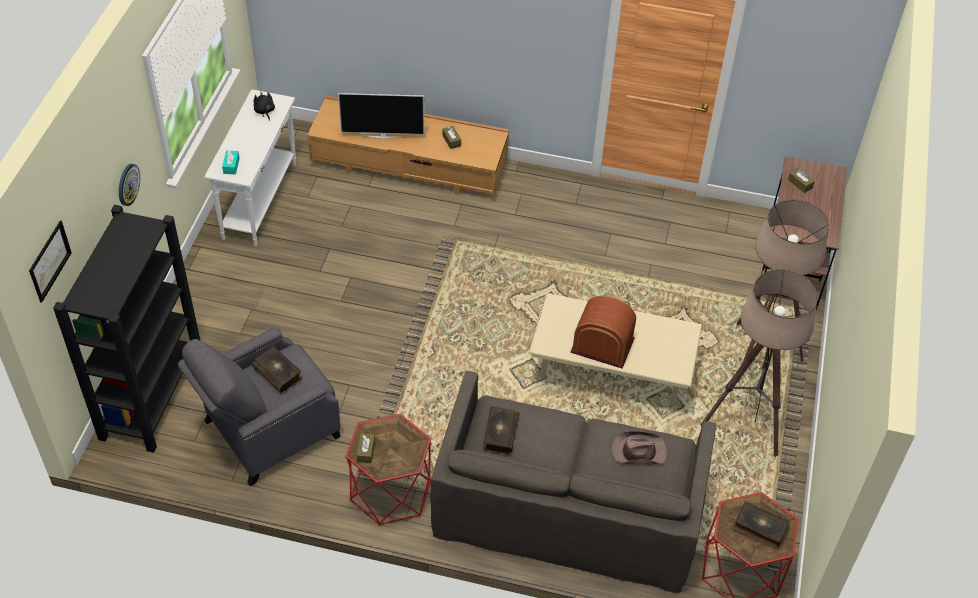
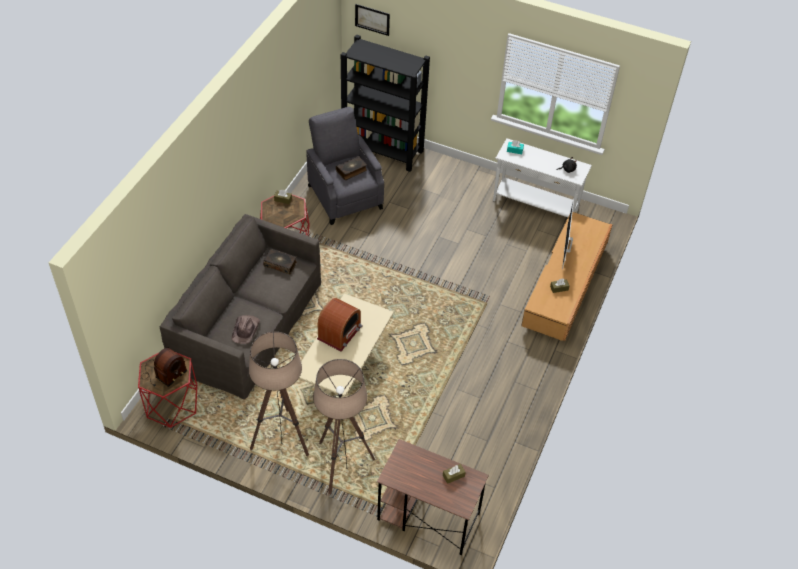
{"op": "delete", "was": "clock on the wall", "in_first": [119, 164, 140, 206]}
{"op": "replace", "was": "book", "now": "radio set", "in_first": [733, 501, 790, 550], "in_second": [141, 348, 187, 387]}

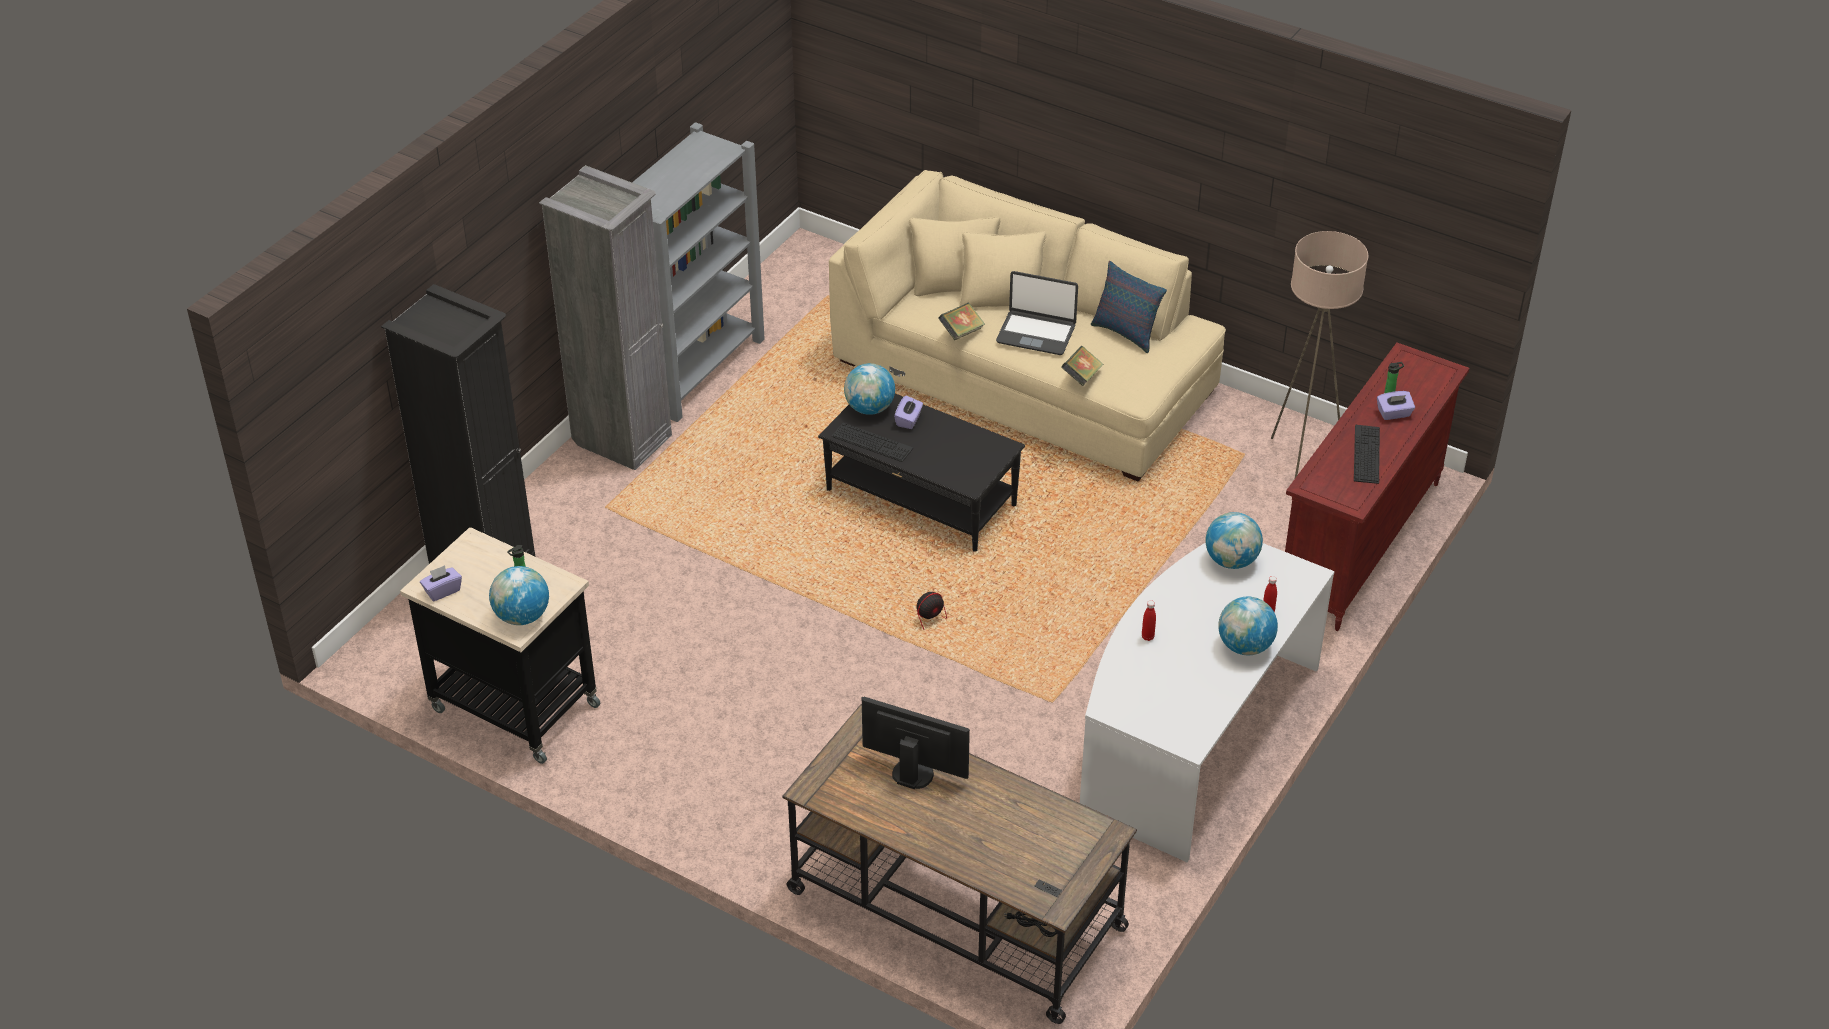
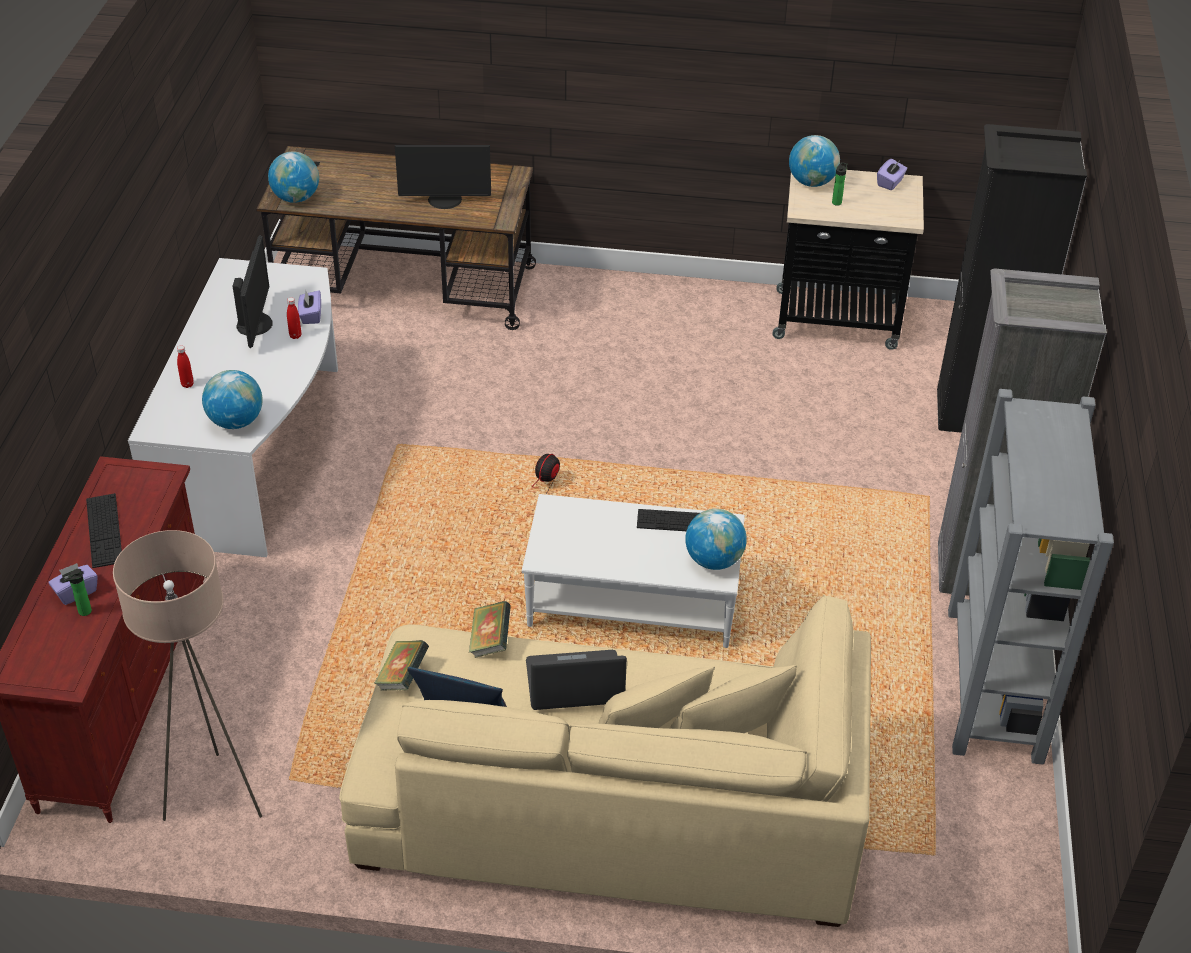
{"op": "insert", "now": "monitor", "in_second": [233, 235, 273, 348]}
{"op": "move", "was": "purple-coloured tissue box", "in_first": [894, 396, 923, 429], "in_second": [298, 290, 321, 324]}
{"op": "move", "was": "book", "in_first": [938, 303, 985, 340], "in_second": [374, 640, 429, 691]}
{"op": "move", "was": "world globe", "in_first": [1218, 597, 1278, 655], "in_second": [268, 151, 319, 203]}
{"op": "recolor", "was": "black-coloured low table", "now": "whitish low table", "in_first": [818, 393, 1025, 552], "in_second": [522, 494, 745, 648]}

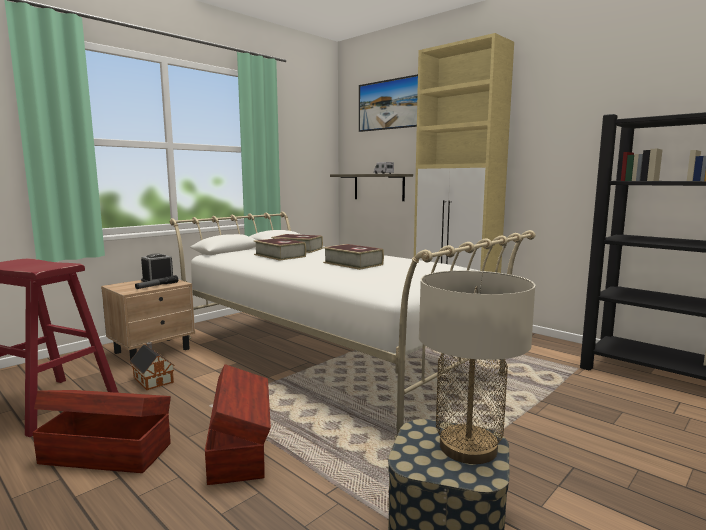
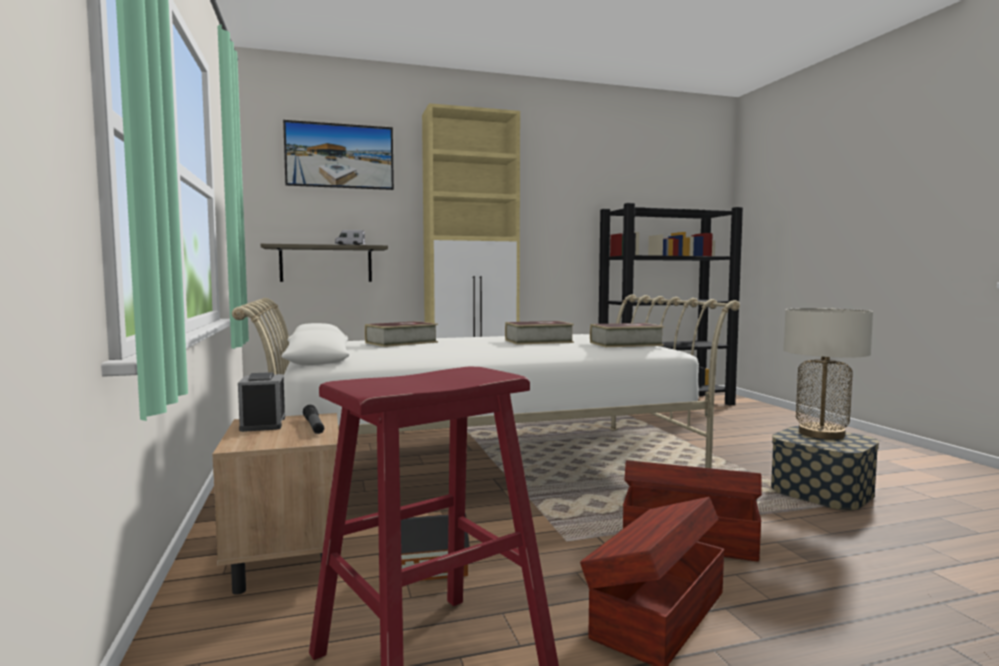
{"op": "move", "was": "book", "in_first": [254, 238, 306, 261], "in_second": [590, 323, 664, 347]}

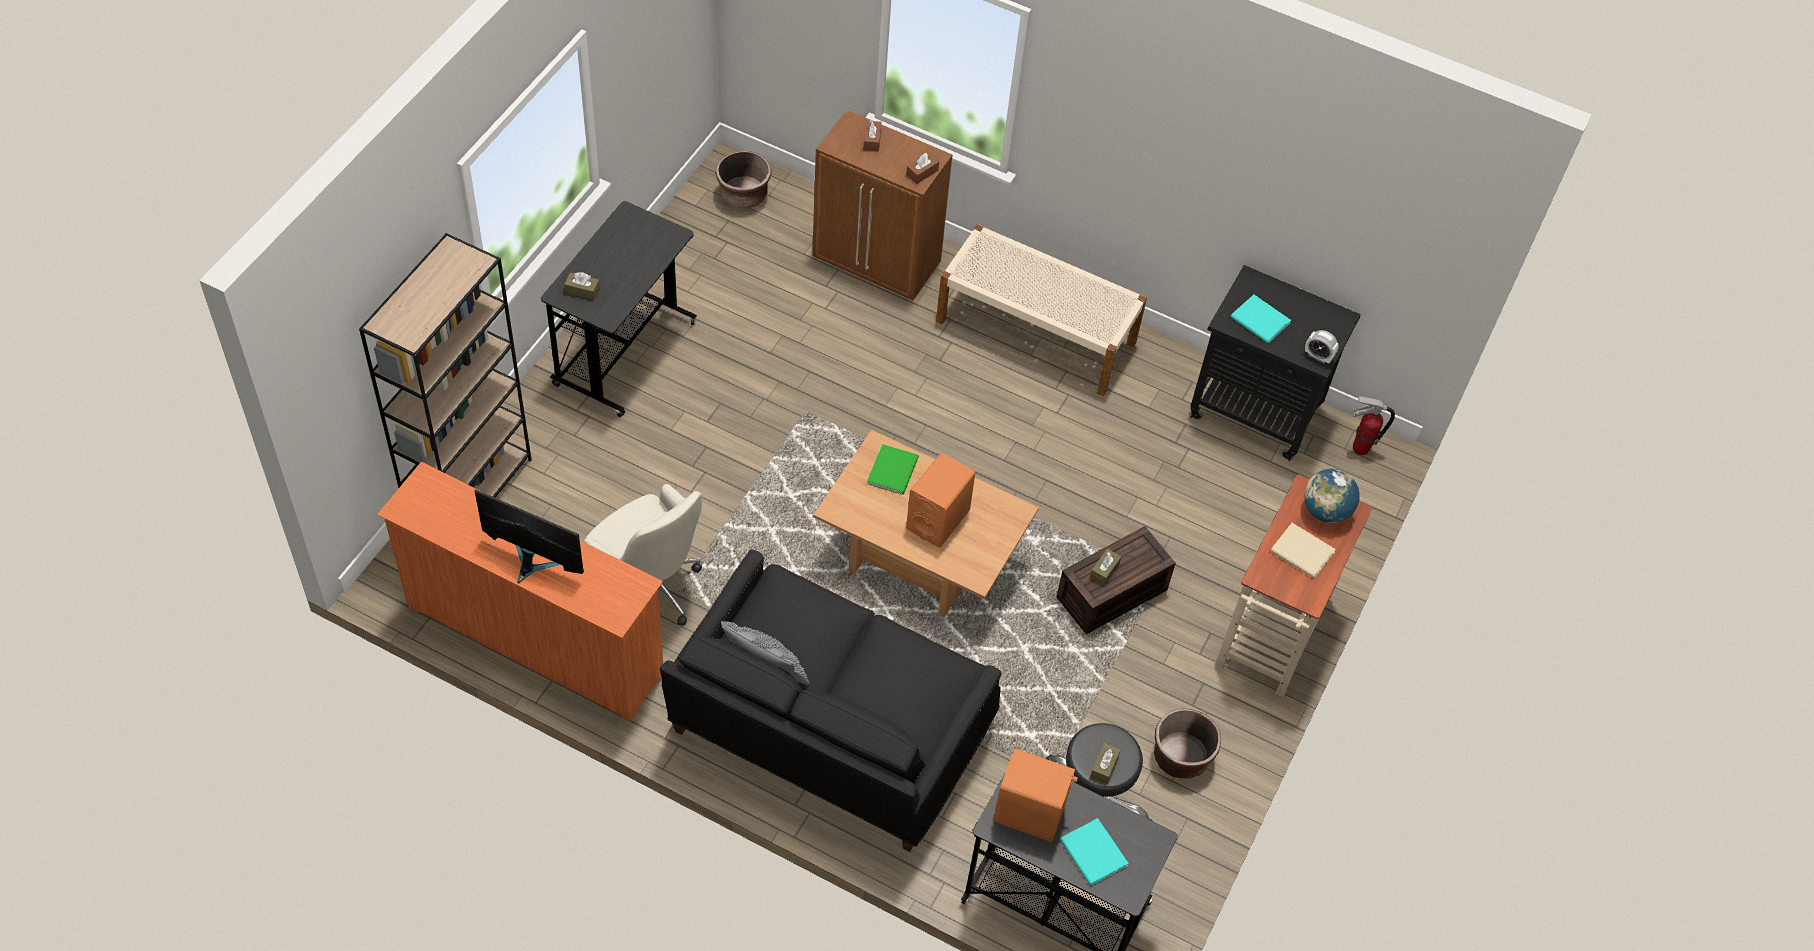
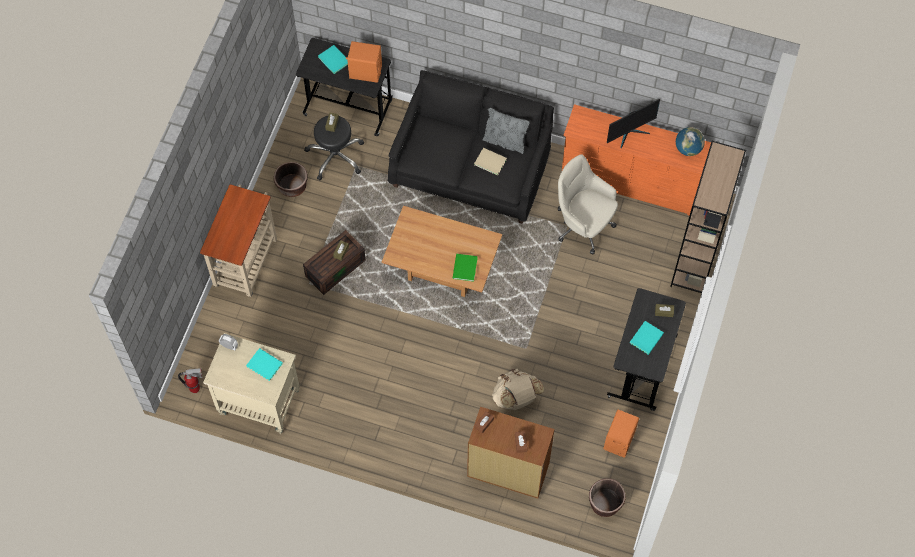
{"op": "delete", "was": "sand-coloured long seat", "in_first": [936, 224, 1147, 397]}
{"op": "insert", "now": "sand-coloured backpack", "in_second": [492, 369, 544, 410]}
{"op": "insert", "now": "turquoise book", "in_second": [630, 321, 664, 355]}
{"op": "move", "was": "orange-coloured audio speaker", "in_first": [906, 453, 975, 548], "in_second": [603, 410, 639, 458]}
{"op": "move", "was": "sand-coloured book", "in_first": [1270, 523, 1336, 579], "in_second": [474, 148, 507, 175]}
{"op": "move", "was": "world globe", "in_first": [1304, 469, 1360, 523], "in_second": [676, 127, 705, 156]}
{"op": "recolor", "was": "black-coloured cart", "now": "sand-coloured cart", "in_first": [1190, 265, 1361, 461], "in_second": [203, 333, 300, 434]}
{"op": "rotate", "was": "monitor", "in_first": [475, 489, 584, 584], "in_second": [607, 99, 660, 149], "clockwise": -45}

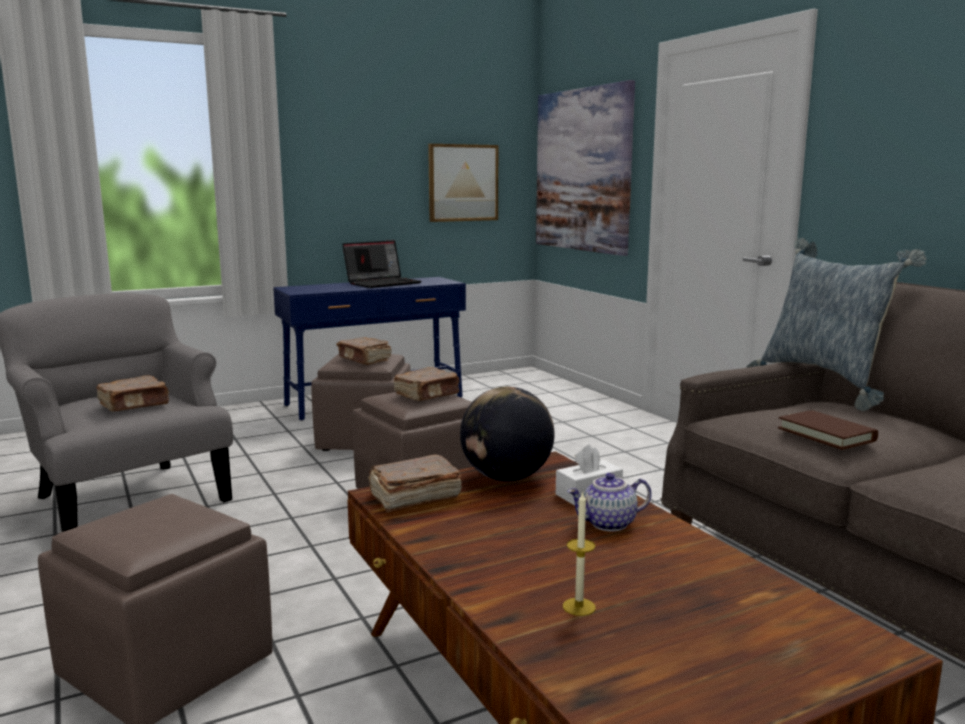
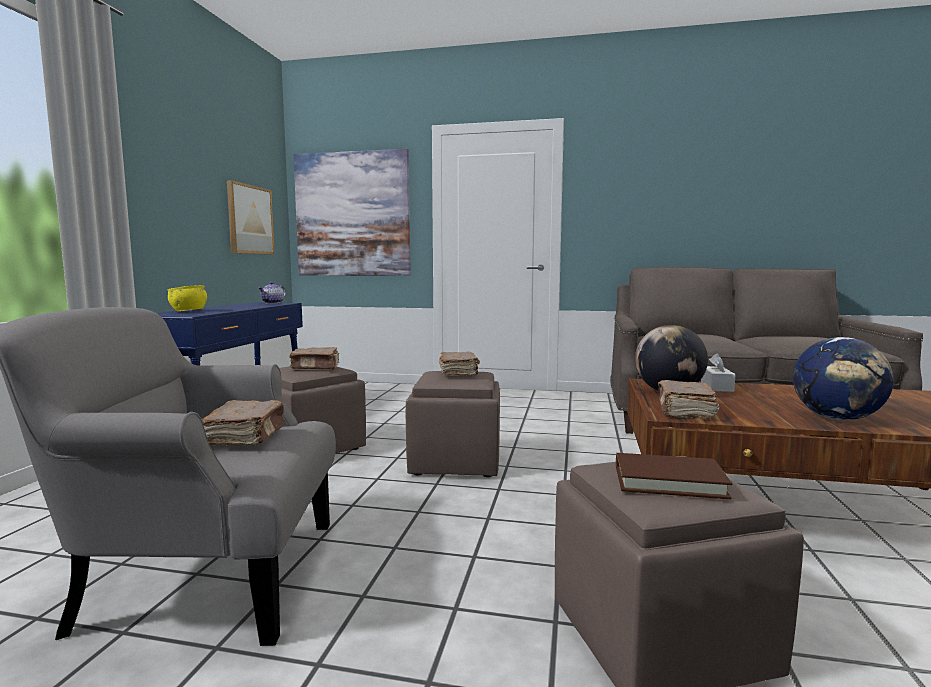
{"op": "delete", "was": "laptop", "in_first": [342, 240, 422, 288]}
{"op": "delete", "was": "candle", "in_first": [563, 491, 596, 616]}
{"op": "delete", "was": "cushion", "in_first": [746, 237, 926, 411]}
{"op": "insert", "now": "yellow-coloured deep dish", "in_second": [168, 285, 207, 311]}
{"op": "insert", "now": "world globe", "in_second": [793, 337, 894, 420]}
{"op": "move", "was": "teapot", "in_first": [567, 473, 652, 532], "in_second": [259, 282, 286, 304]}
{"op": "move", "was": "brown book", "in_first": [778, 410, 878, 450], "in_second": [616, 453, 733, 499]}

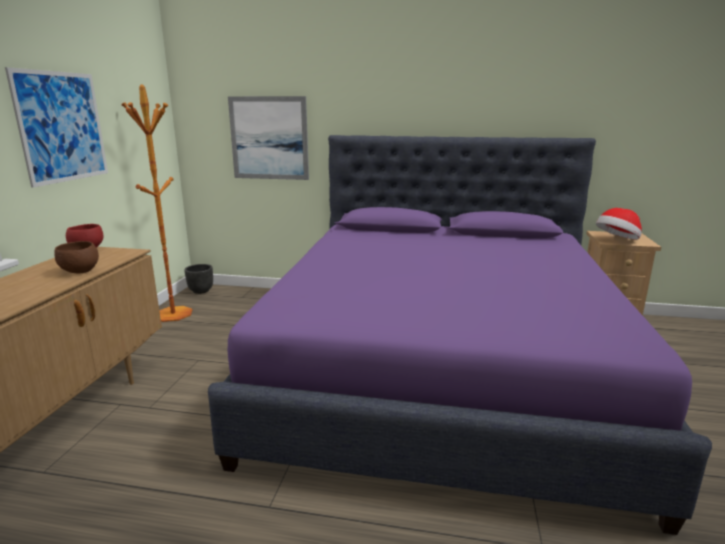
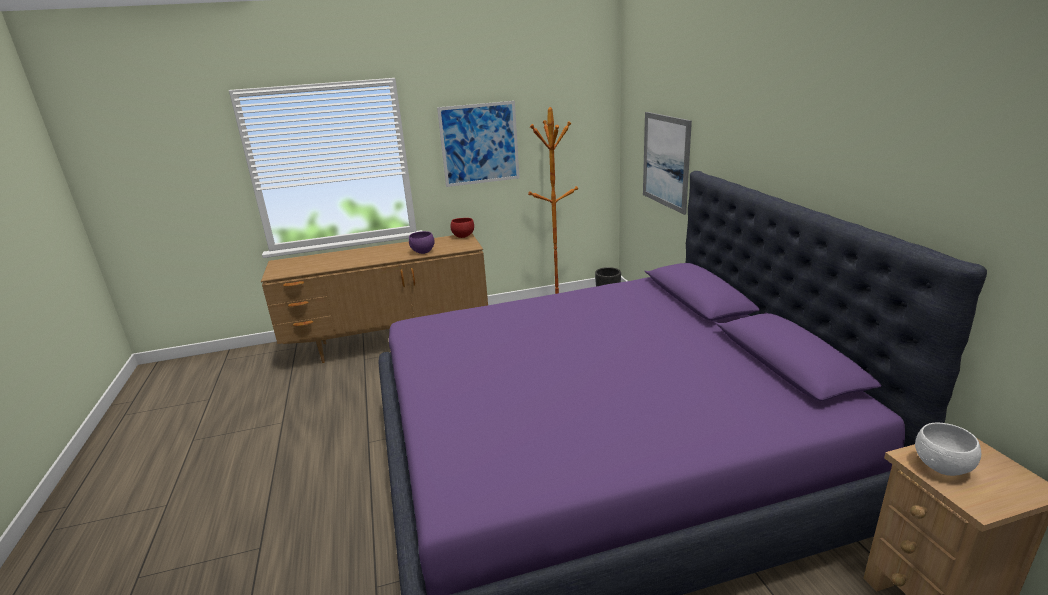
{"op": "replace", "was": "clothing hat", "now": "whitish deep dish", "in_first": [596, 208, 642, 240], "in_second": [915, 423, 981, 476]}
{"op": "recolor", "was": "brown deep dish", "now": "purple-coloured deep dish", "in_first": [54, 241, 99, 273], "in_second": [409, 231, 435, 254]}

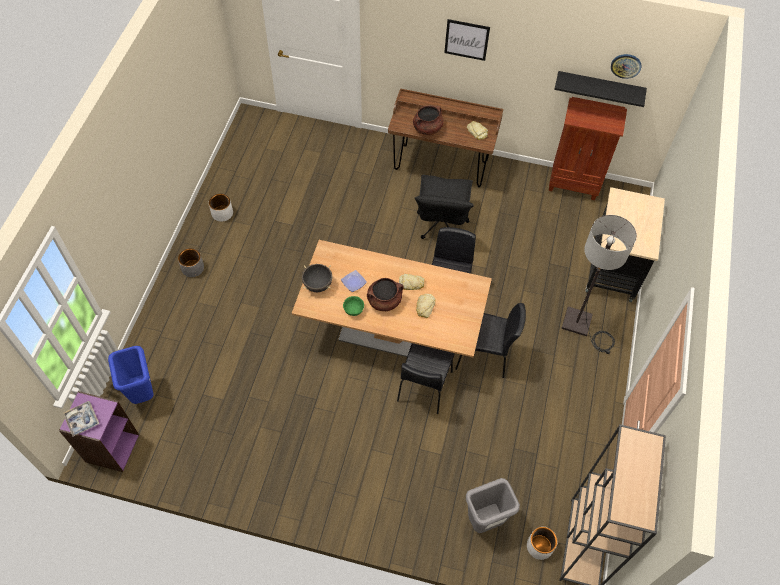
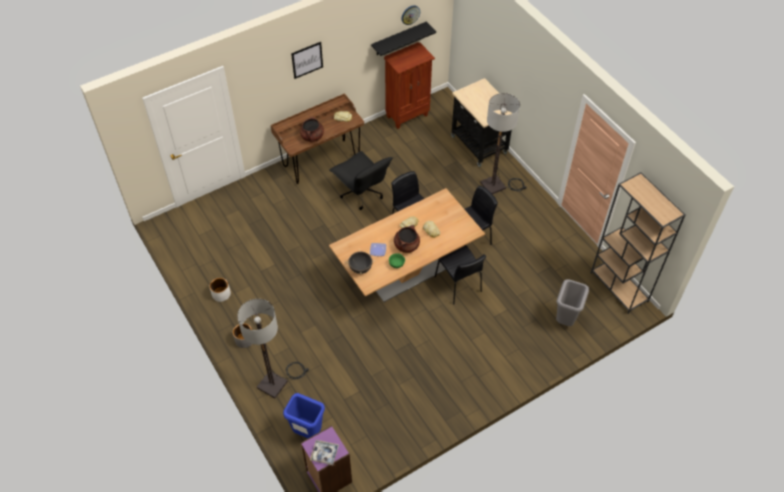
{"op": "delete", "was": "whitish flower pot", "in_first": [527, 527, 558, 560]}
{"op": "insert", "now": "floor lamp", "in_second": [237, 299, 309, 398]}

